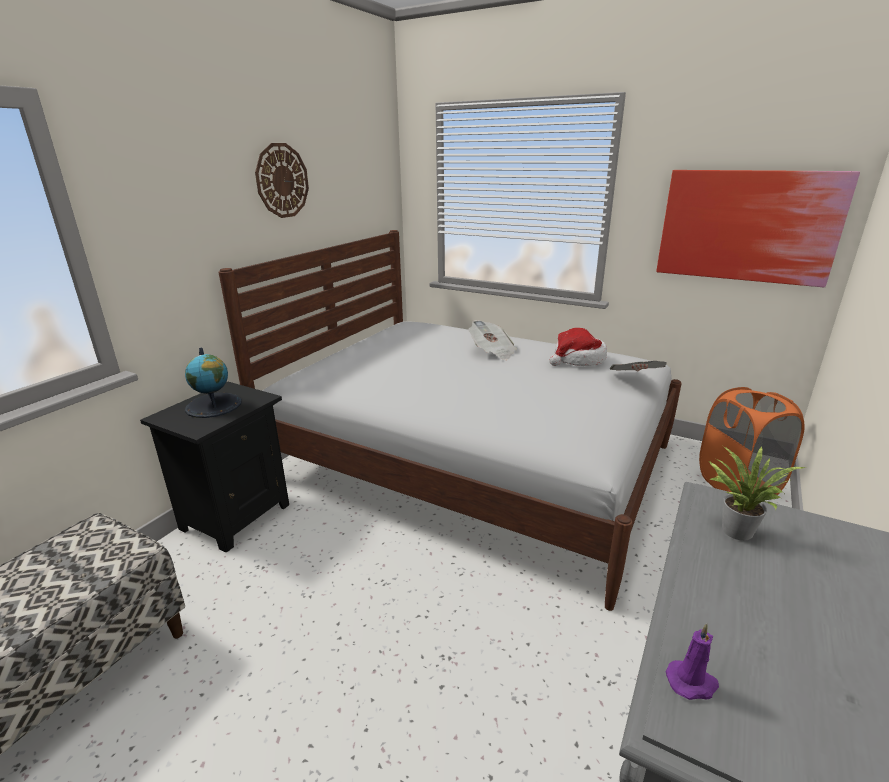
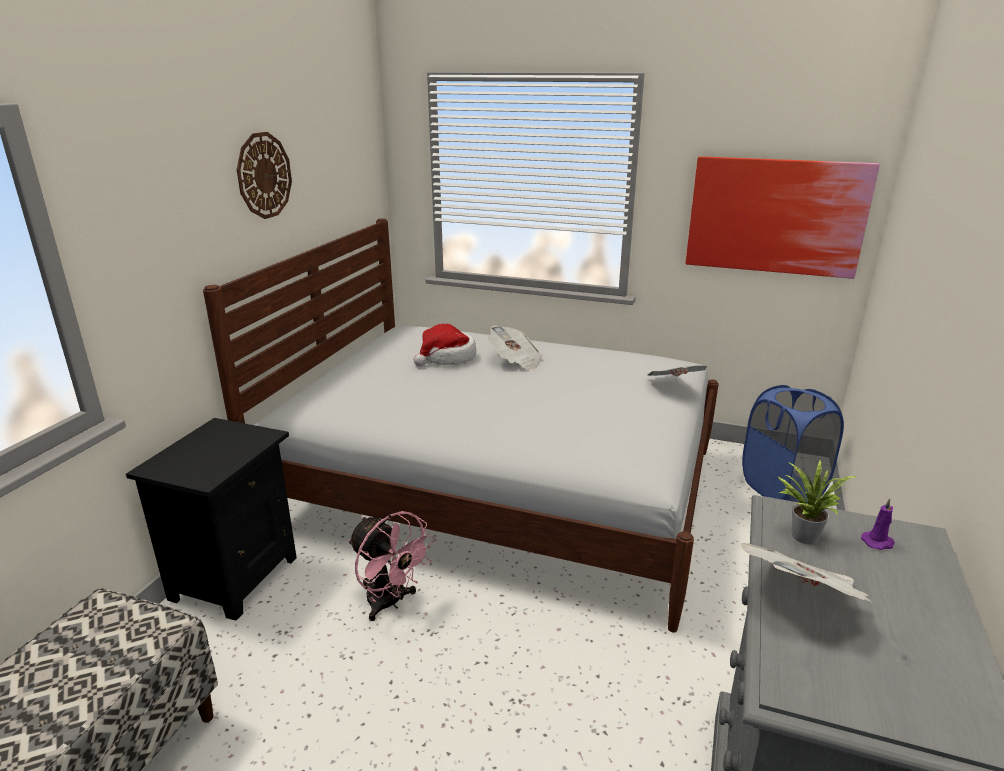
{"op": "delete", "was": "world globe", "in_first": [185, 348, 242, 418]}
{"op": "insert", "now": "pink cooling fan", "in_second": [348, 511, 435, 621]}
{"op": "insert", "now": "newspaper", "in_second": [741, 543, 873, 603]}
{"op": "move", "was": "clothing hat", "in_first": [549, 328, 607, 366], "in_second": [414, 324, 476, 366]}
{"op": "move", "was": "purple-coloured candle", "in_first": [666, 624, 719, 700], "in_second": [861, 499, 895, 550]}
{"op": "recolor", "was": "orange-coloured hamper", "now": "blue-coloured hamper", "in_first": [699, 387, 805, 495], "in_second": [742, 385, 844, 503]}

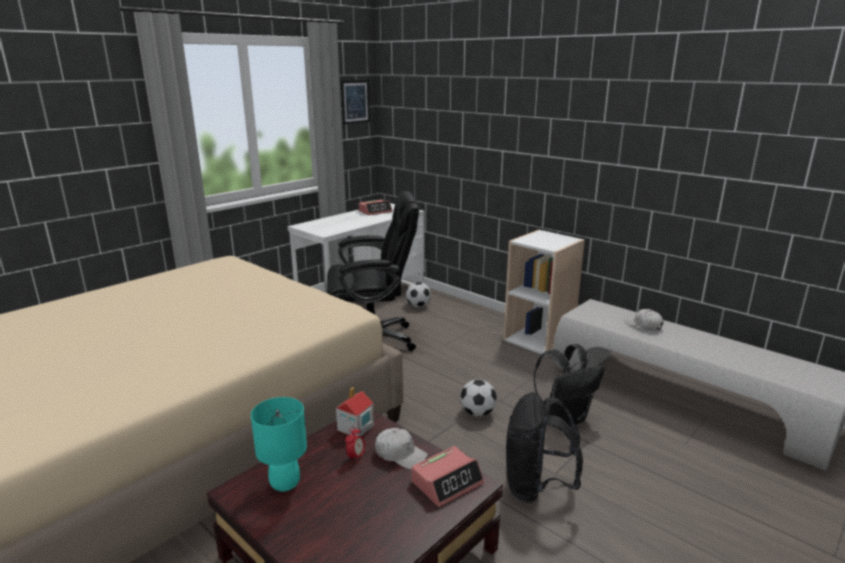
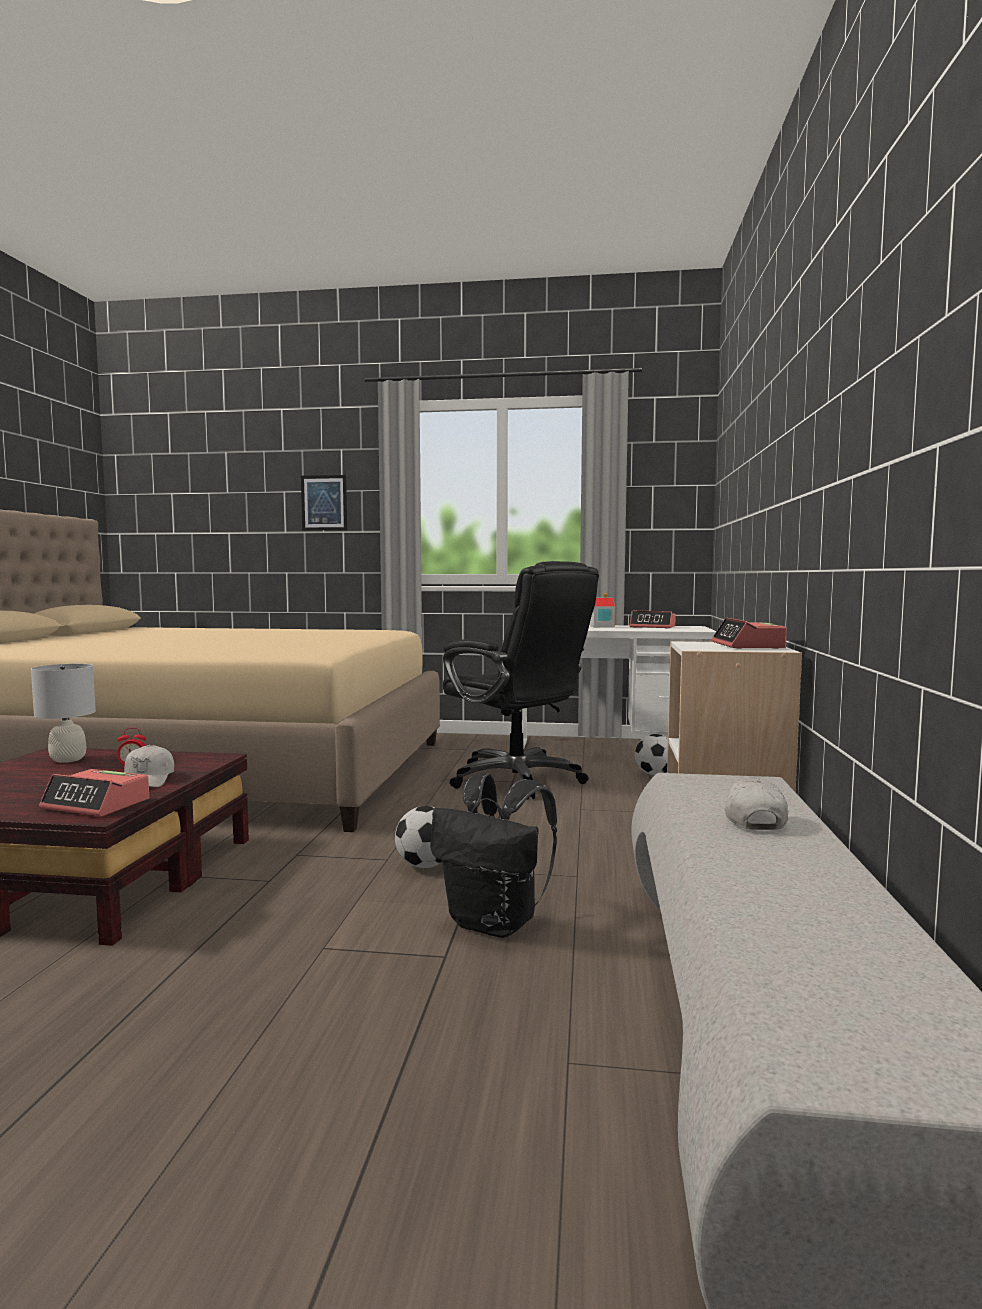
{"op": "delete", "was": "black-coloured backpack", "in_first": [506, 392, 583, 503]}
{"op": "insert", "now": "table clock", "in_second": [712, 618, 787, 649]}
{"op": "move", "was": "toy house", "in_first": [336, 387, 374, 436], "in_second": [590, 593, 615, 628]}
{"op": "move", "was": "picture", "in_first": [341, 80, 370, 125], "in_second": [301, 475, 347, 531]}
{"op": "recolor", "was": "turquoise table lamp", "now": "greyish table lamp", "in_first": [251, 397, 307, 492], "in_second": [31, 664, 96, 763]}

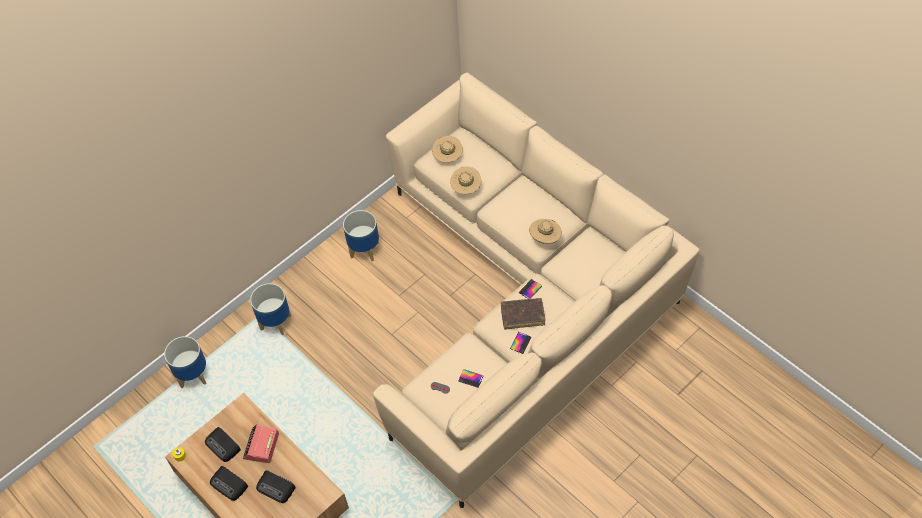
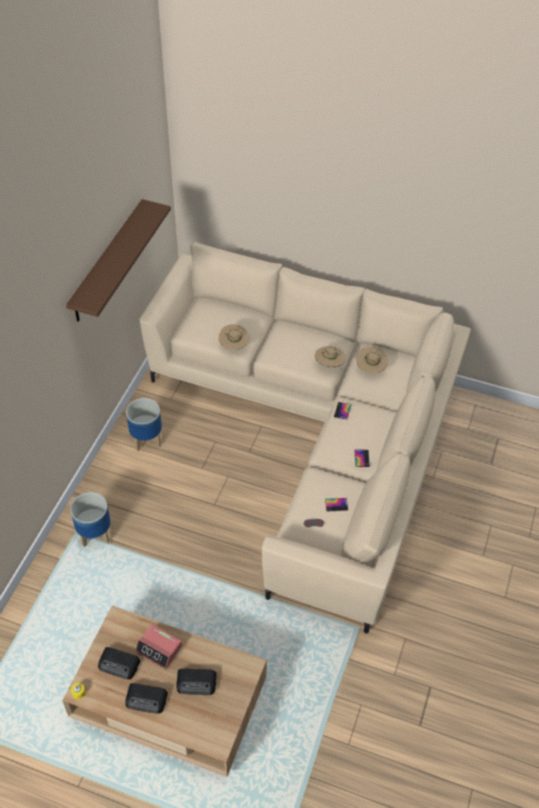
{"op": "delete", "was": "flower pot", "in_first": [164, 336, 206, 388]}
{"op": "delete", "was": "brown book", "in_first": [501, 298, 546, 330]}
{"op": "insert", "now": "brown shelf", "in_second": [66, 199, 171, 321]}
{"op": "move", "was": "sand-coloured clothing hat", "in_first": [432, 136, 463, 163], "in_second": [356, 347, 388, 373]}
{"op": "rotate", "was": "table clock", "in_first": [243, 424, 279, 463], "in_second": [135, 624, 182, 670], "clockwise": -45}

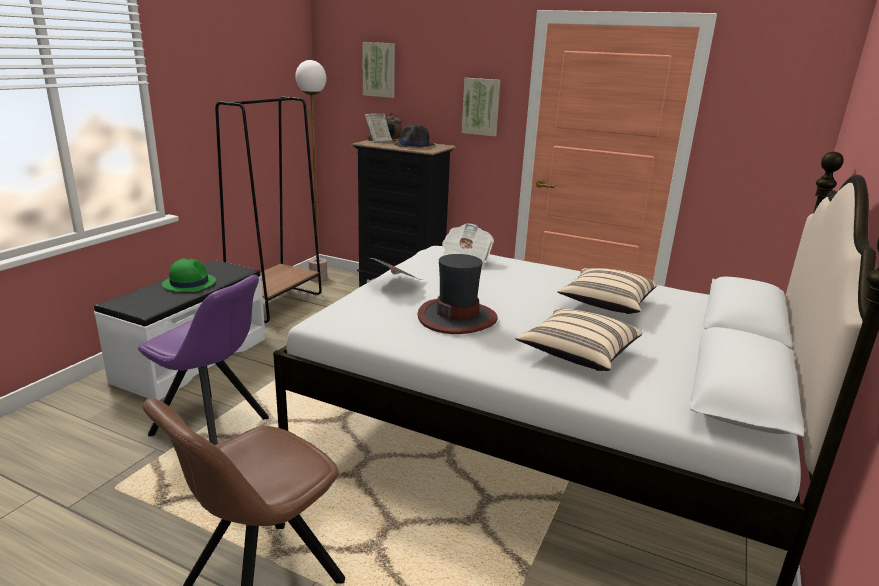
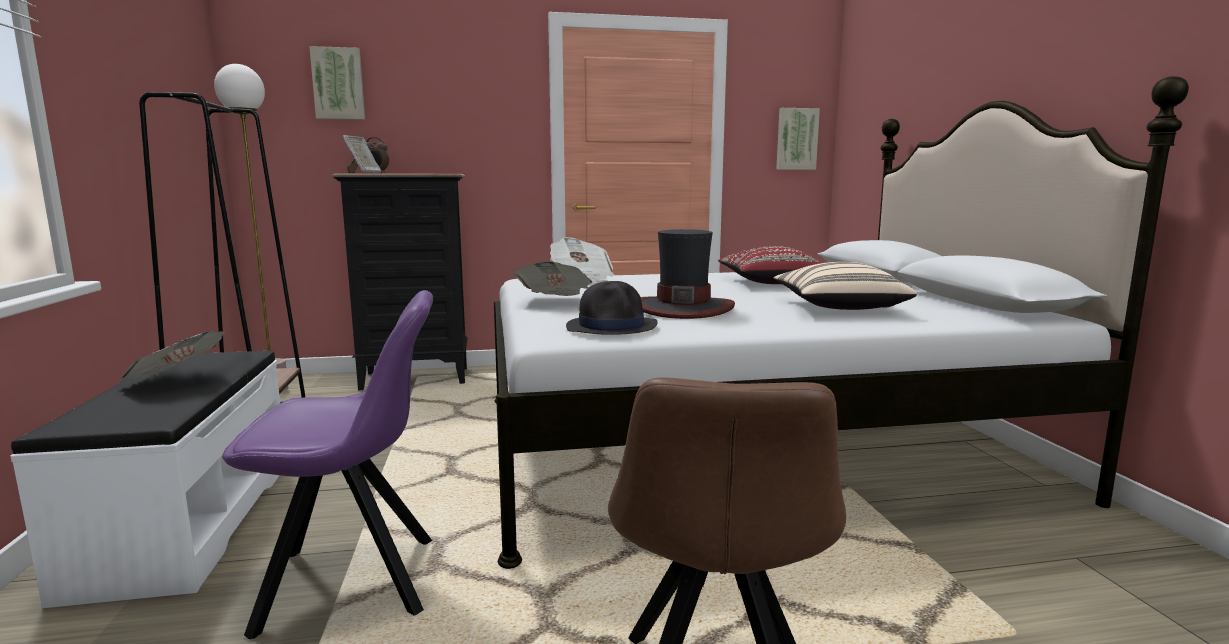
{"op": "move", "was": "black-coloured clothing hat", "in_first": [395, 124, 435, 148], "in_second": [566, 281, 658, 335]}
{"op": "move", "was": "picture", "in_first": [462, 78, 500, 136], "in_second": [776, 108, 820, 170]}
{"op": "replace", "was": "green-coloured clothing hat", "now": "newspaper", "in_first": [162, 258, 216, 292], "in_second": [119, 330, 225, 381]}
{"op": "recolor", "was": "sand-coloured cushion", "now": "reddish cushion", "in_first": [558, 268, 657, 314], "in_second": [718, 246, 821, 284]}

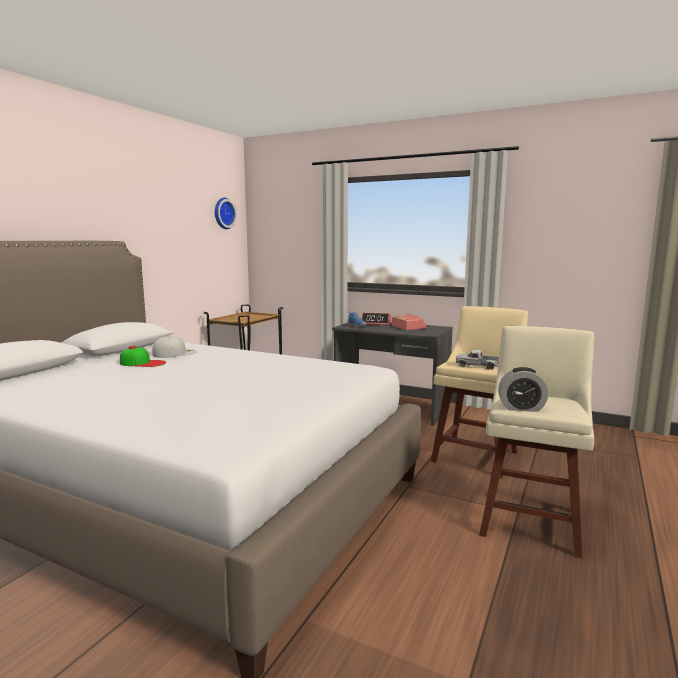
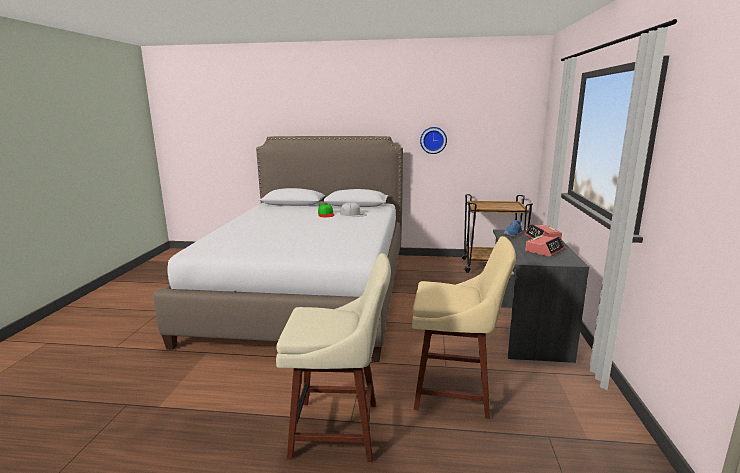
{"op": "delete", "was": "toy lorry", "in_first": [456, 350, 499, 370]}
{"op": "delete", "was": "table clock", "in_first": [498, 367, 548, 412]}
{"op": "move", "was": "clock on the wall", "in_first": [215, 198, 237, 229], "in_second": [420, 127, 447, 154]}

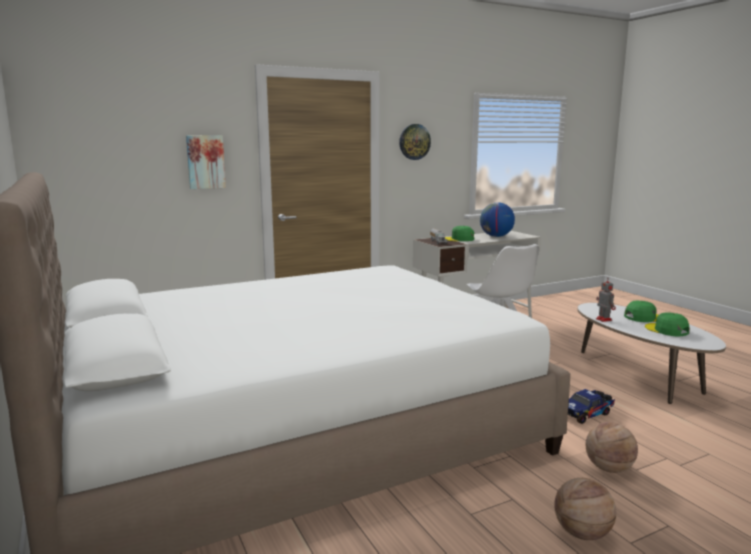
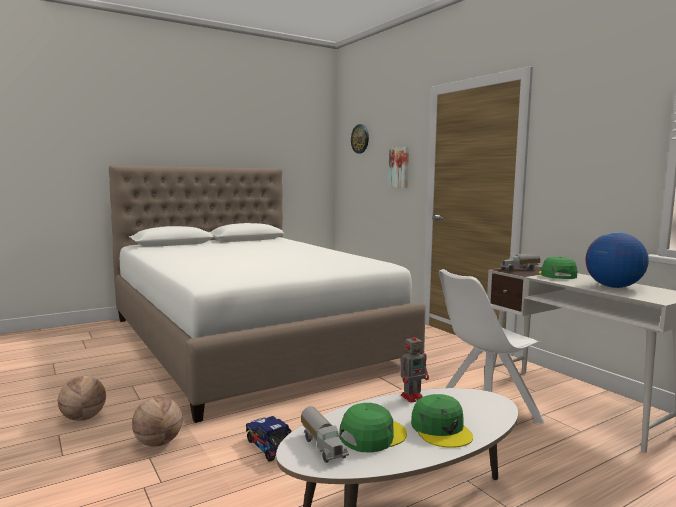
{"op": "insert", "now": "toy lorry", "in_second": [301, 406, 349, 463]}
{"op": "move", "was": "clock on the wall", "in_first": [399, 124, 431, 160], "in_second": [351, 124, 369, 154]}

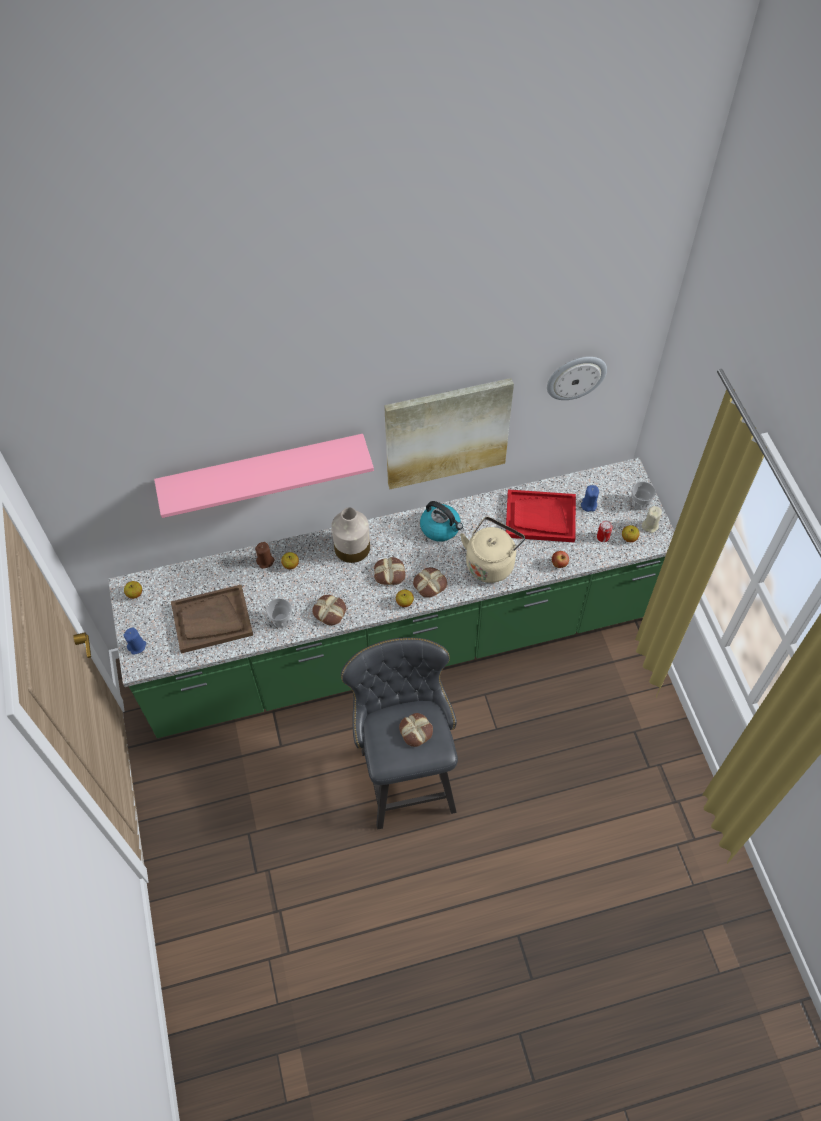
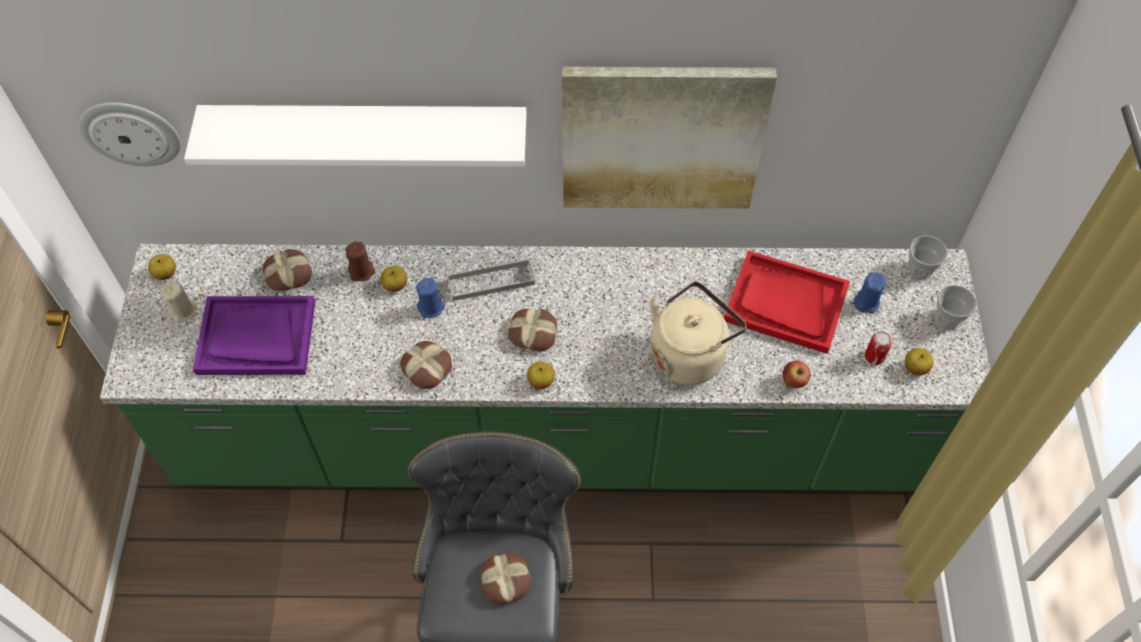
{"op": "delete", "was": "tea kettle", "in_first": [420, 501, 463, 542]}
{"op": "move", "was": "blue-coloured candle", "in_first": [123, 627, 146, 654], "in_second": [416, 278, 445, 318]}
{"op": "move", "was": "cup", "in_first": [266, 598, 292, 628], "in_second": [908, 235, 948, 279]}
{"op": "move", "was": "bakery bread", "in_first": [413, 568, 447, 598], "in_second": [263, 249, 312, 291]}
{"op": "move", "was": "clock on the wall", "in_first": [547, 357, 607, 400], "in_second": [78, 103, 181, 166]}
{"op": "move", "was": "sand-coloured candle", "in_first": [642, 506, 662, 533], "in_second": [161, 281, 197, 322]}
{"op": "replace", "was": "sand-coloured vase", "now": "greyish tray", "in_first": [332, 508, 370, 563], "in_second": [448, 259, 535, 301]}
{"op": "recolor", "was": "pink shelf", "now": "whitish shelf", "in_first": [154, 434, 374, 518], "in_second": [184, 105, 526, 167]}
{"op": "recolor", "was": "brown tray", "now": "purple-coloured tray", "in_first": [171, 585, 253, 653], "in_second": [193, 296, 315, 375]}

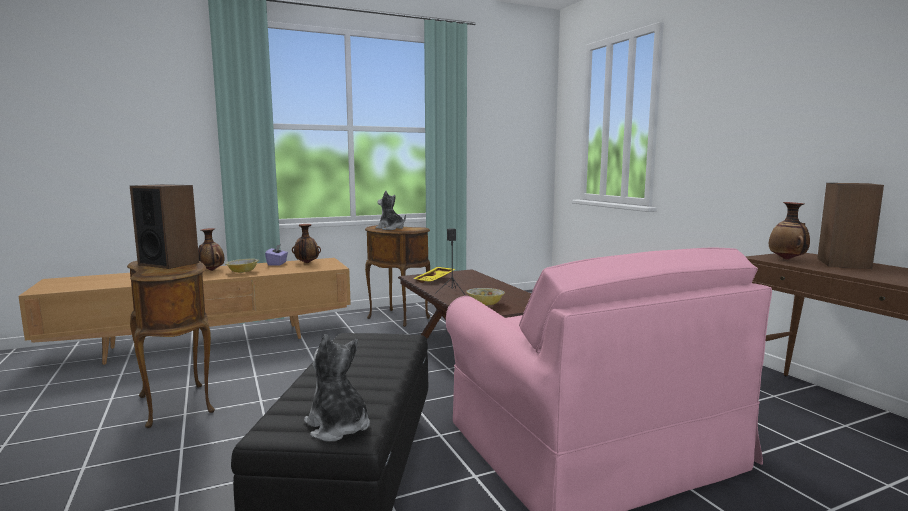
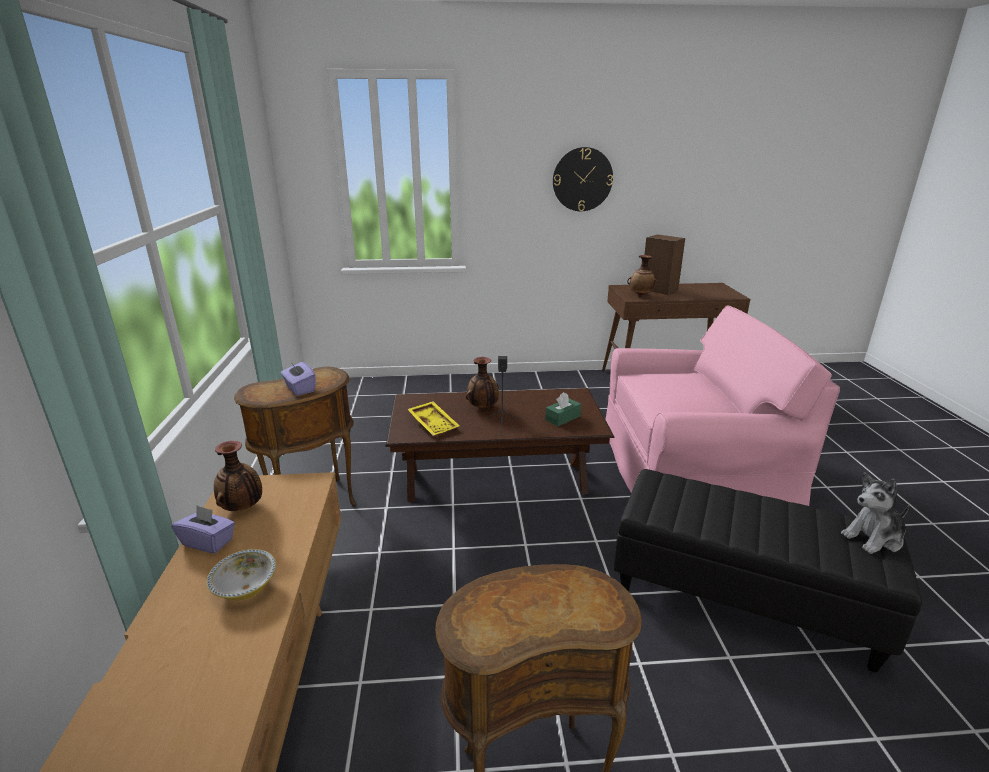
{"op": "delete", "was": "audio speaker", "in_first": [130, 184, 199, 269]}
{"op": "insert", "now": "clock on the wall", "in_second": [553, 147, 613, 211]}
{"op": "move", "was": "vase", "in_first": [198, 228, 225, 271], "in_second": [466, 357, 499, 408]}
{"op": "replace", "was": "cuddly toy", "now": "purple-coloured tissue box", "in_first": [375, 191, 406, 230], "in_second": [281, 362, 316, 396]}
{"op": "replace", "was": "deep dish", "now": "green-coloured tissue box", "in_first": [466, 288, 505, 305], "in_second": [545, 392, 581, 426]}

